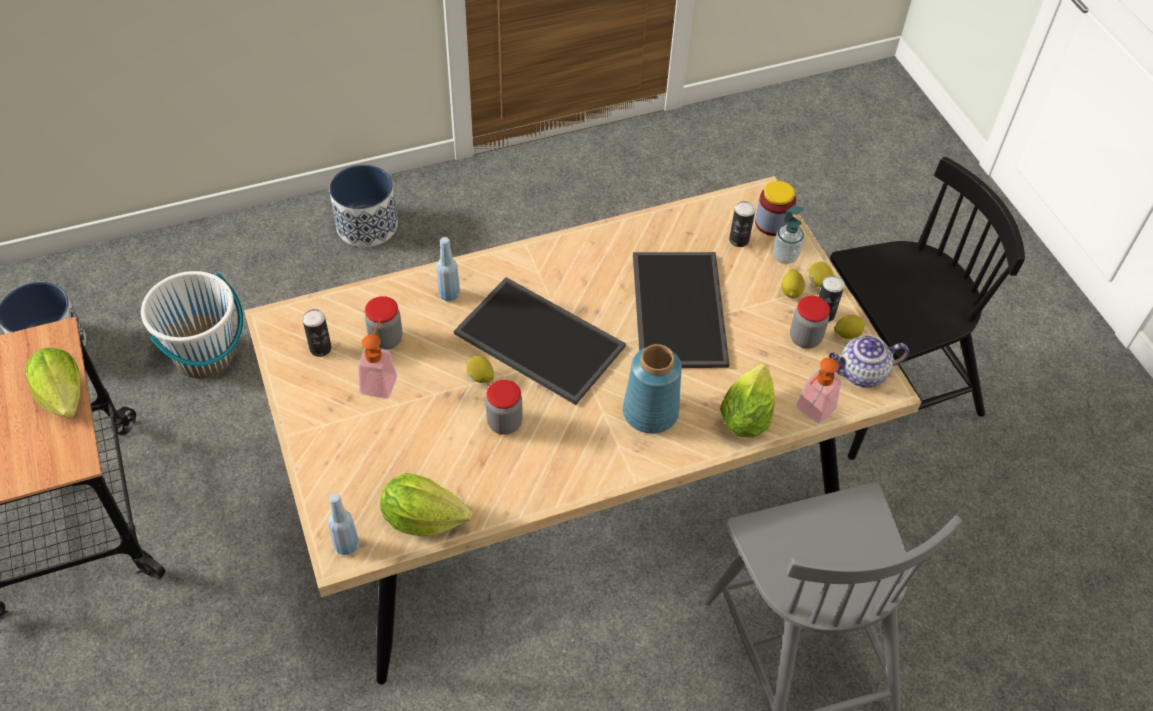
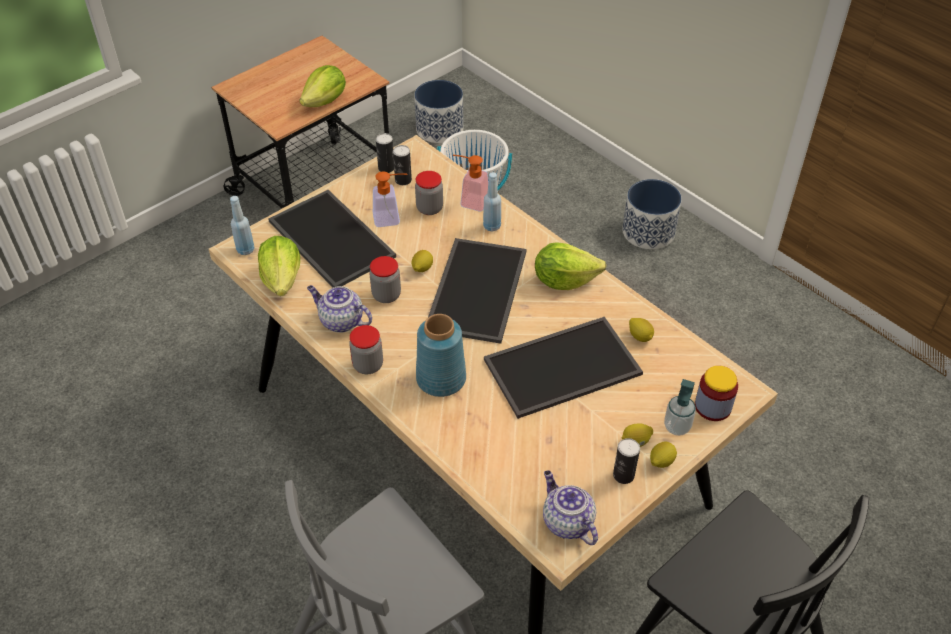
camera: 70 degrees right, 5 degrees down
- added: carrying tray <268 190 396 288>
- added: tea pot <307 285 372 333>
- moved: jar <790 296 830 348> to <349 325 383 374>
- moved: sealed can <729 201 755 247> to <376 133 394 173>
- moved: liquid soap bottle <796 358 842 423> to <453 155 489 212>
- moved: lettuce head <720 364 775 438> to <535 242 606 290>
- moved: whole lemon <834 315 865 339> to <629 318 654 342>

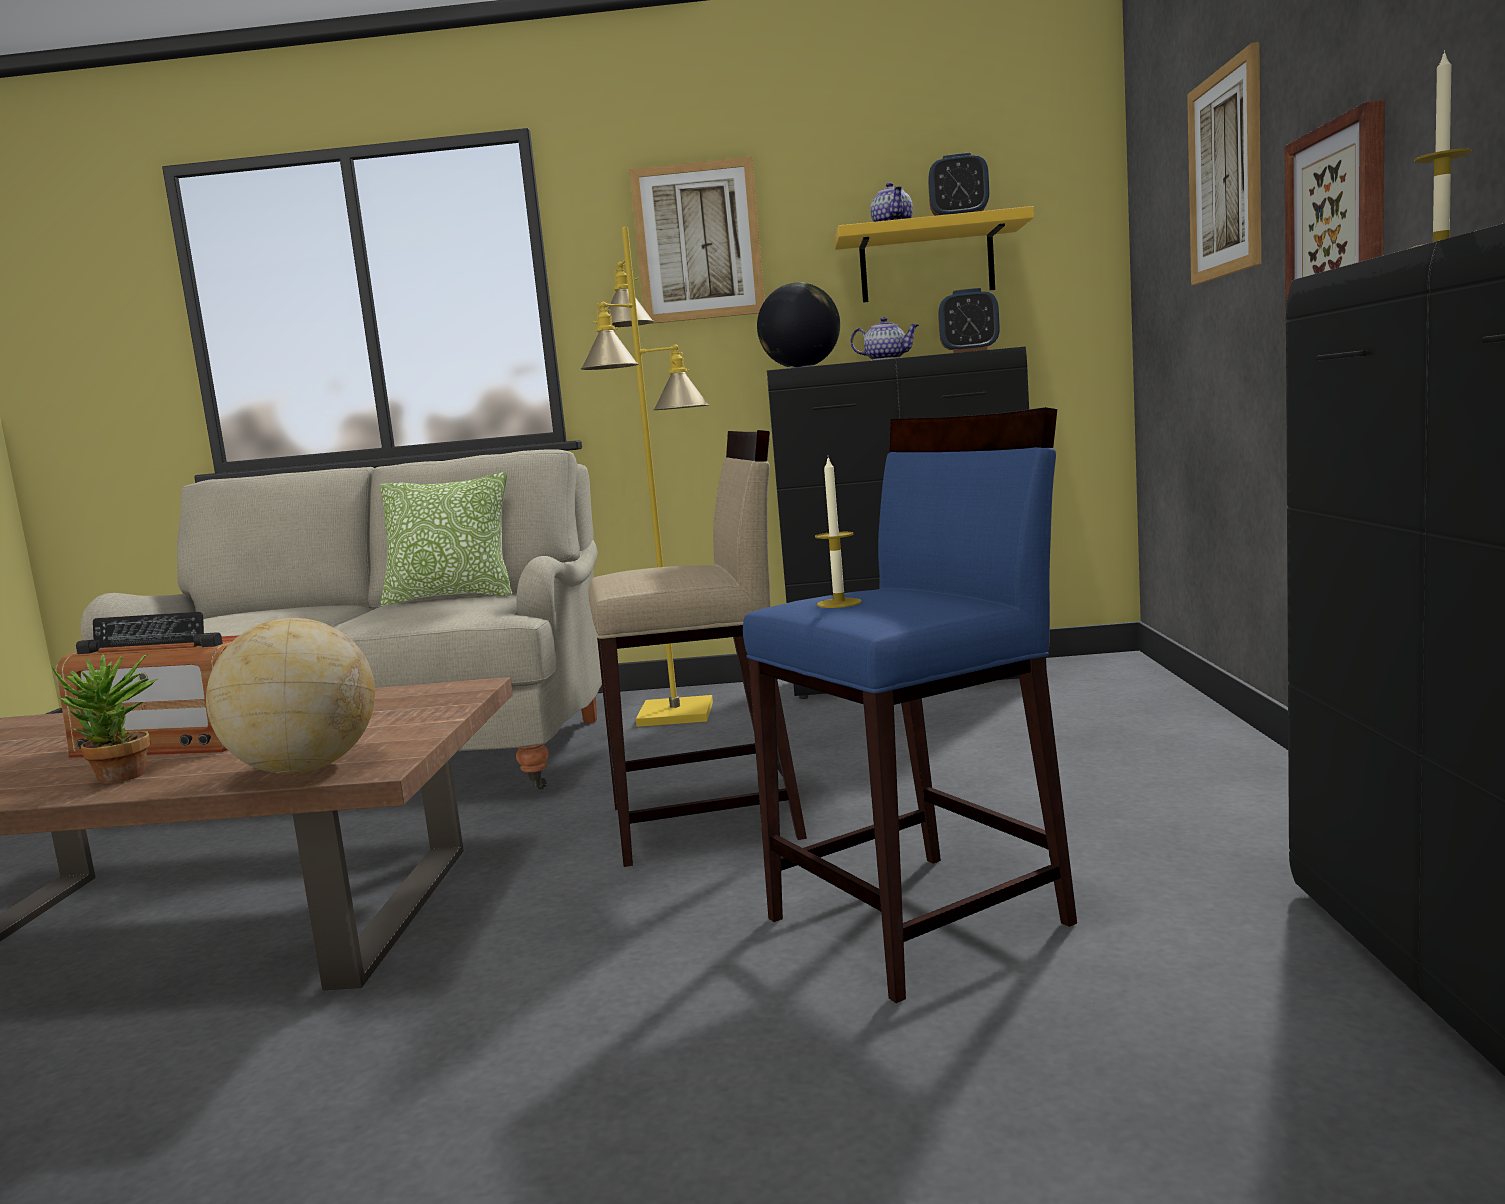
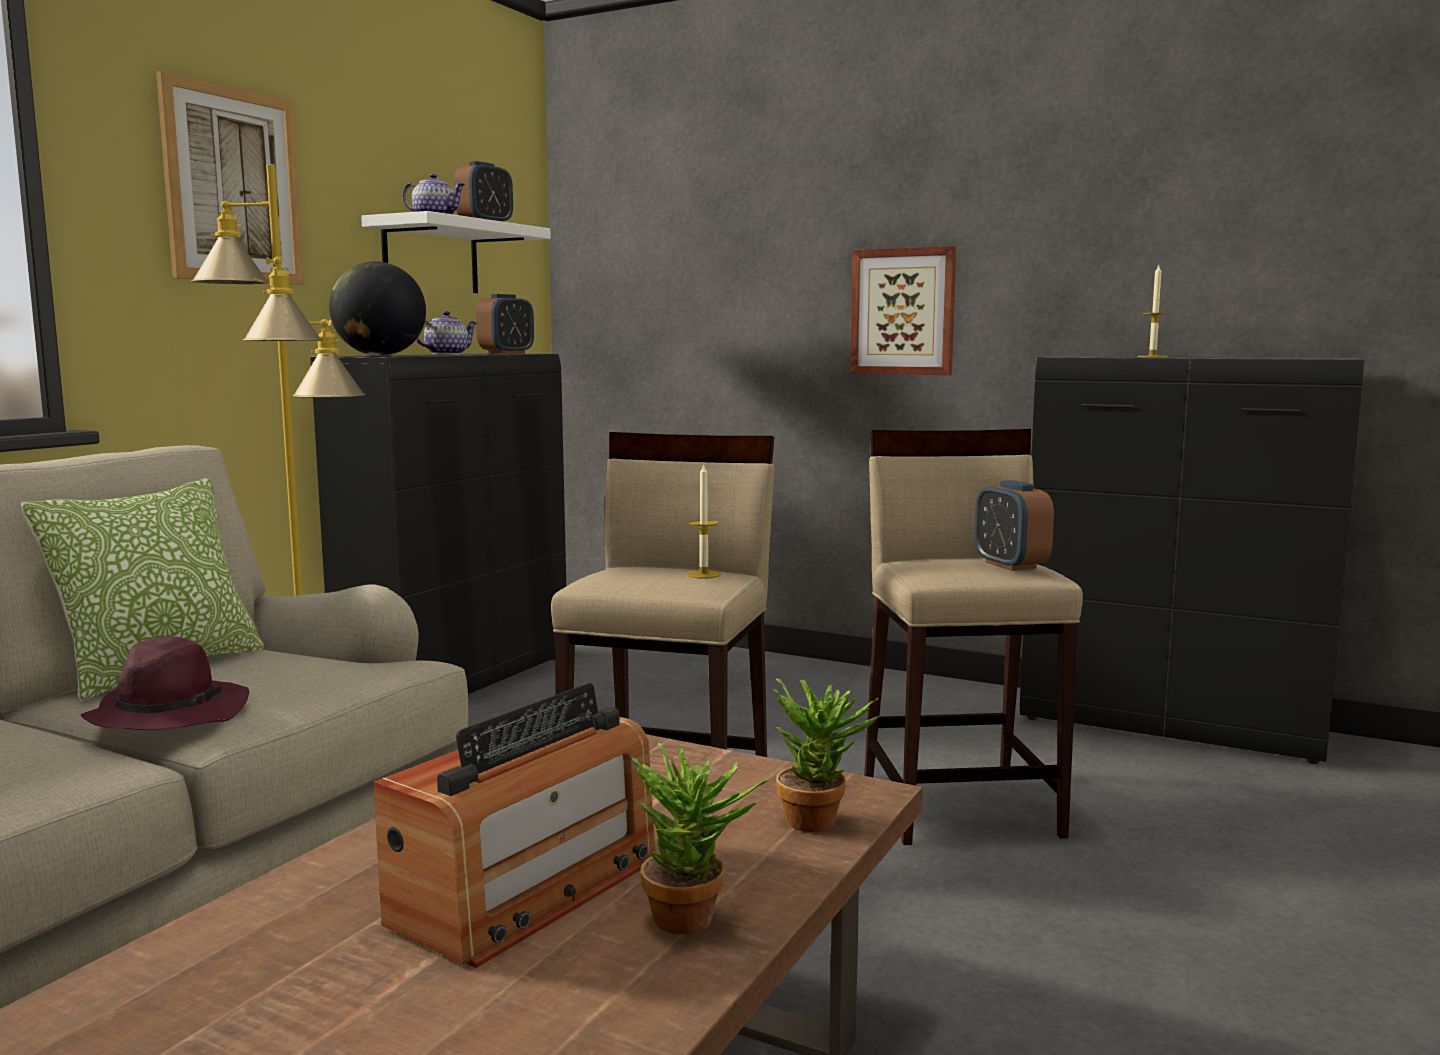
camera: 65 degrees left, 0 degrees up
- added: purplish clothing hat <81 636 249 730>
- recoloured: yellow-coloured bracket shelf <835 206 1034 303> to whitish bracket shelf <361 211 551 293>
- moved: candle <815 458 862 608> to <687 463 721 579>
- replaced: globe <206 618 375 774> to potted plant <772 678 880 832>
- recoloured: blue-coloured stool <743 407 1077 1003> to beige stool <864 429 1083 845>
- added: table clock <974 480 1054 571>
- removed: wall art <1187 42 1261 285>

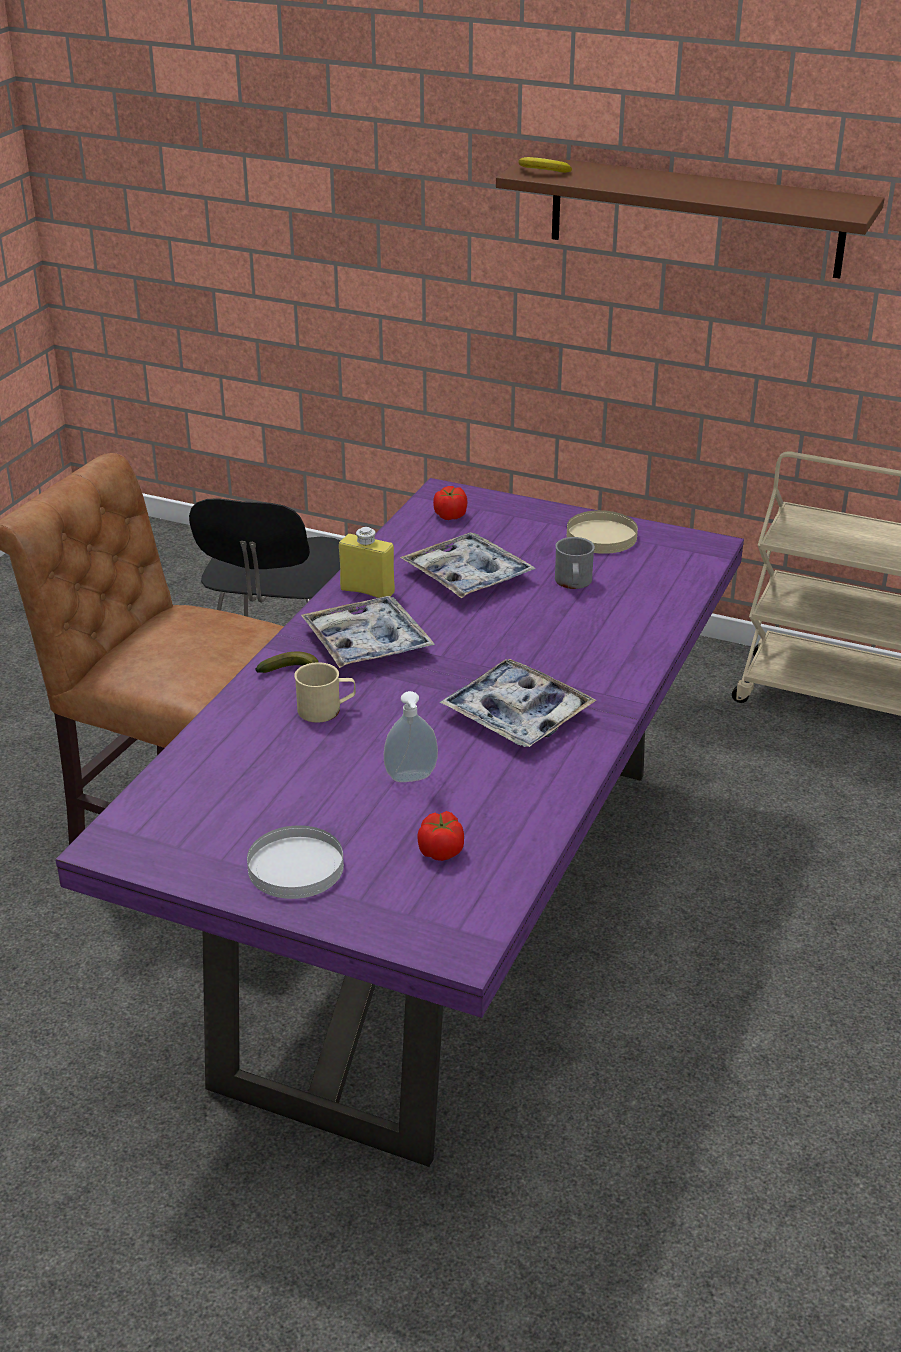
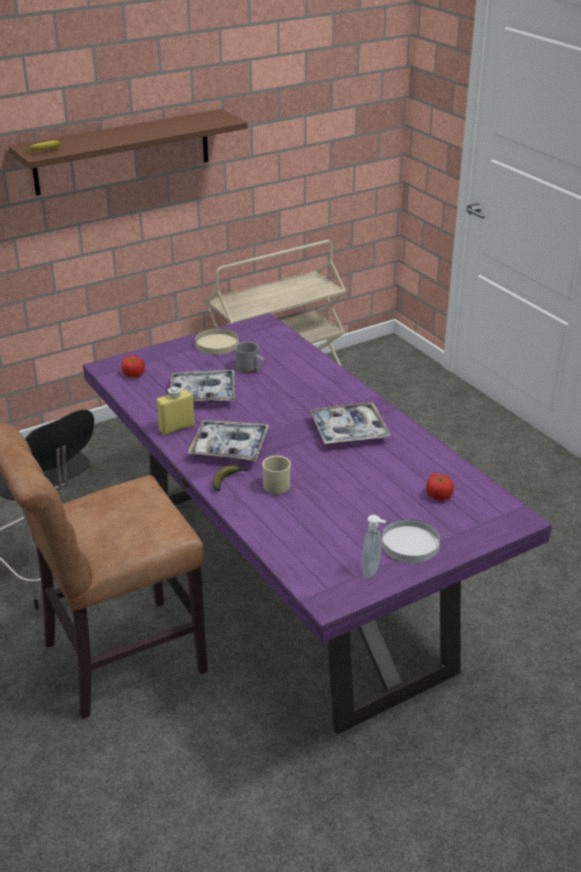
camera: 55 degrees left, 0 degrees up
- moved: liquid soap bottle <384 691 438 782> to <362 515 386 578>

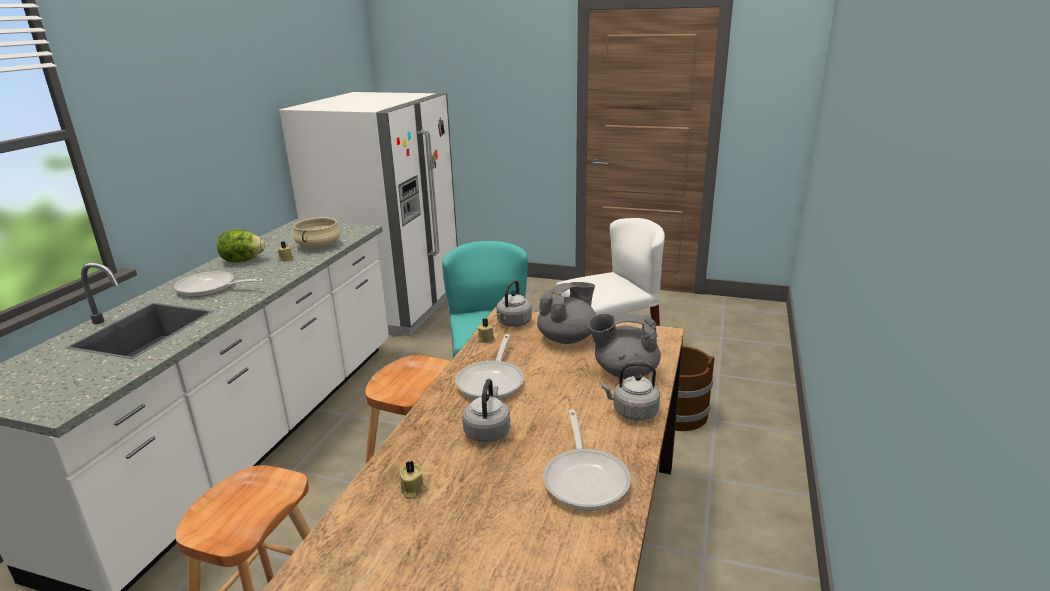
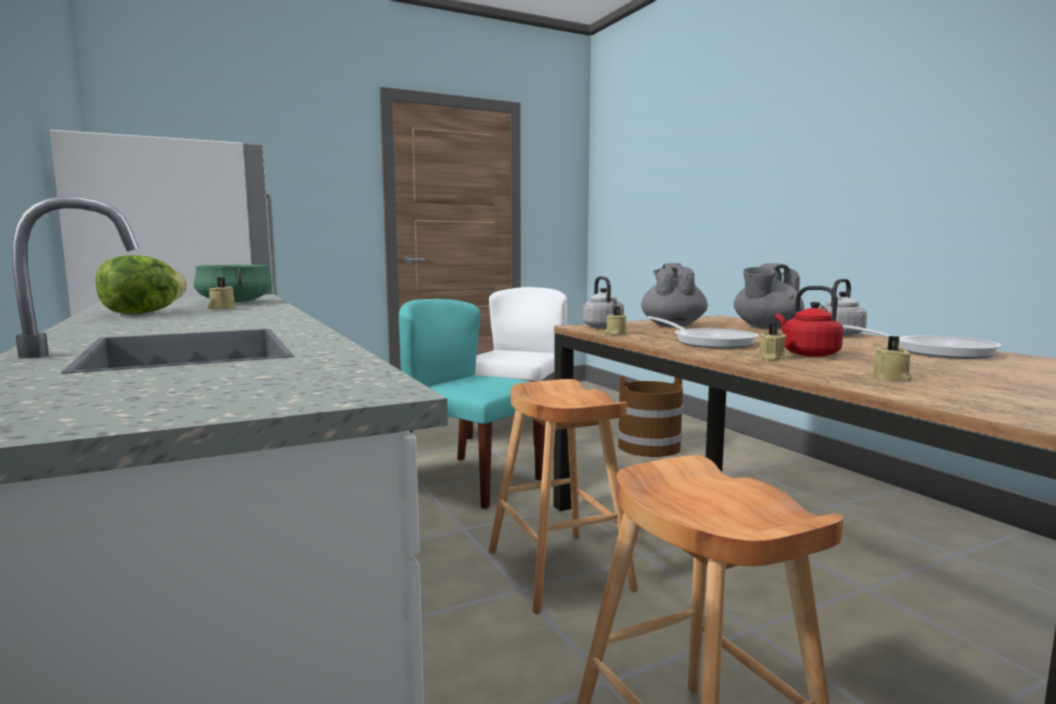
camera: 45 degrees left, 15 degrees down
- recoloured: beige saucepot <293 217 340 248> to green saucepot <194 265 272 303>
- added: beige candle <757 323 787 361>
- recoloured: greyish water kettle <462 379 510 443> to reddish water kettle <776 286 843 357>
- removed: skillet <174 271 264 297>

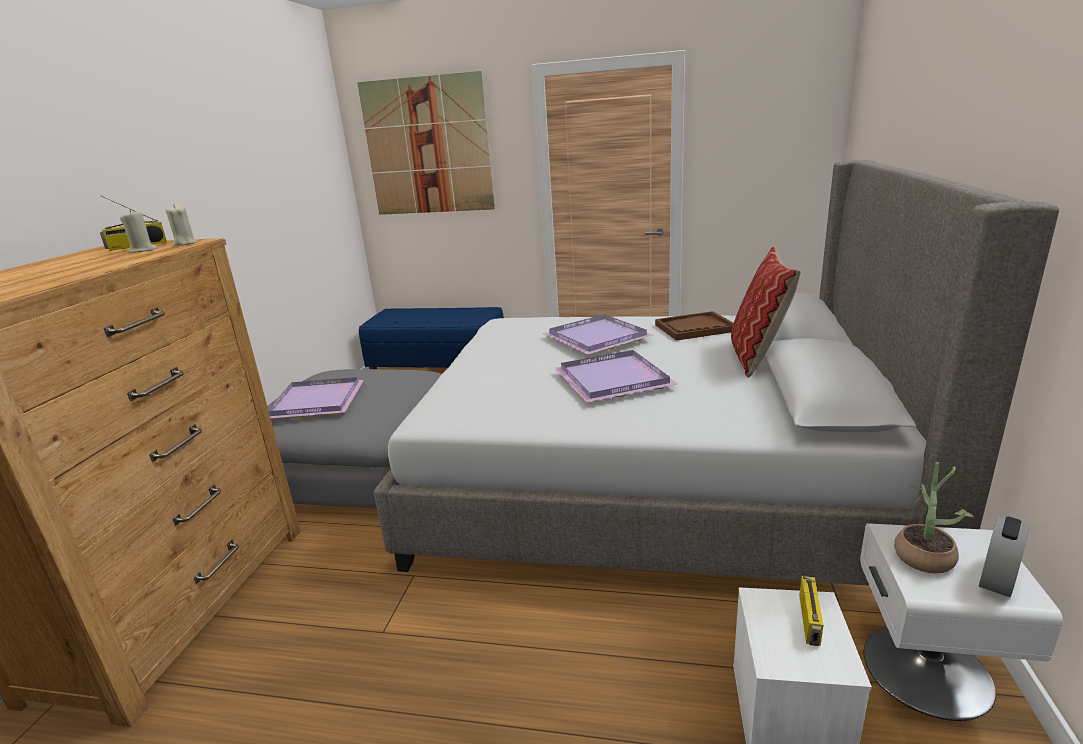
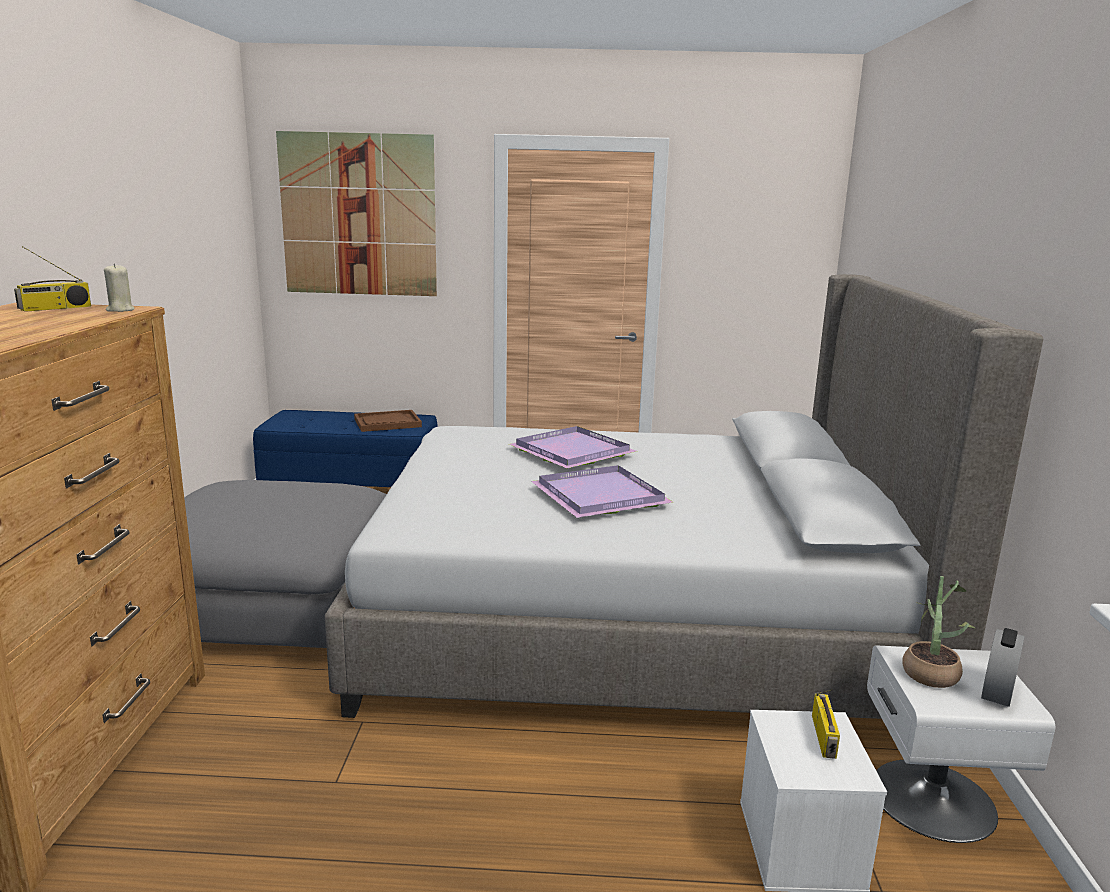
camera: 10 degrees left, 5 degrees down
- moved: brownish carrying tray <655 311 734 341> to <354 410 422 432>
- removed: beige candle <120 210 158 252>
- removed: purplish carrying tray <268 377 364 418>
- removed: throw pillow <731 247 801 377>

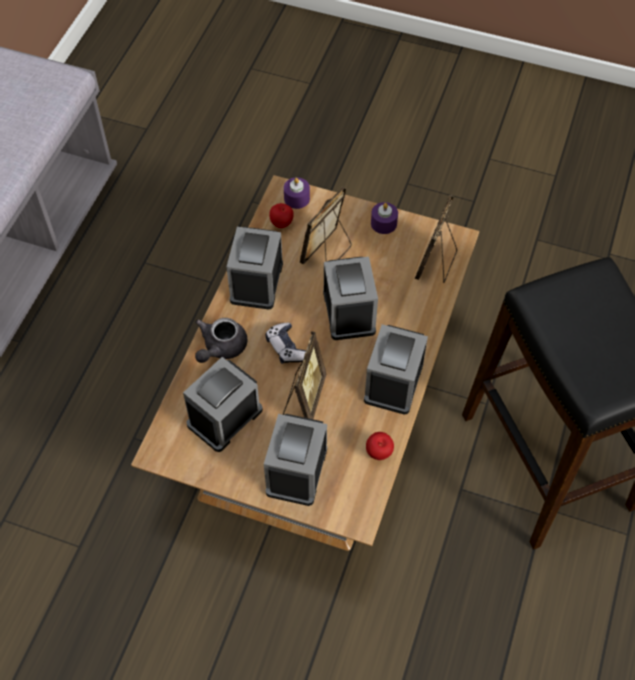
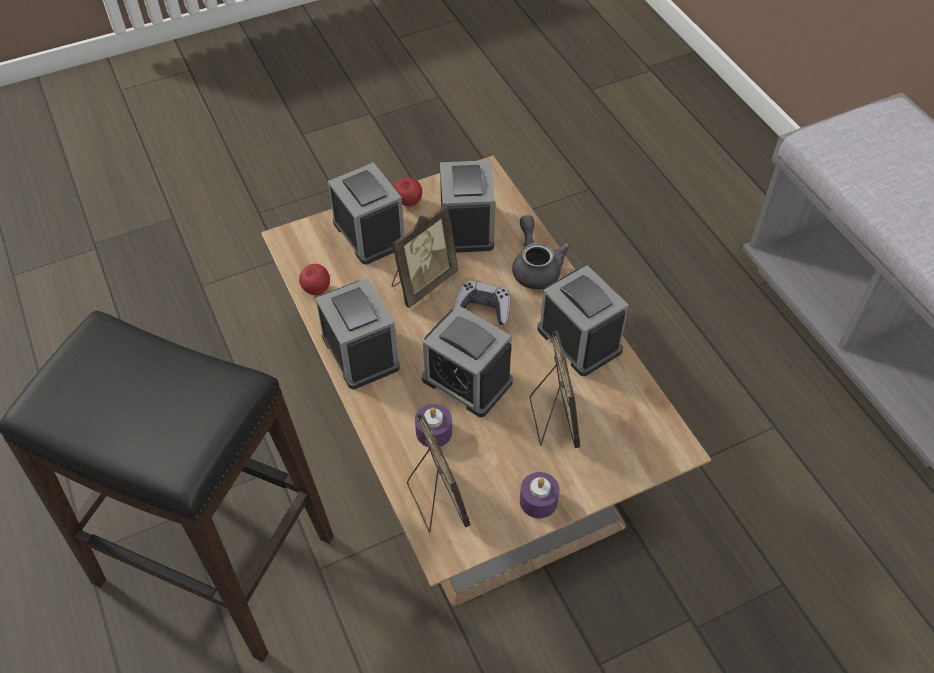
camera: 135 degrees right, 5 degrees down
- turned: photo frame <283 332 326 419> = <392 203 458 308> 105 degrees counterclockwise
- moved: apple fruit <269 203 294 228> to <394 177 422 206>
- moved: purplish candle <284 178 310 209> to <415 404 452 447>

